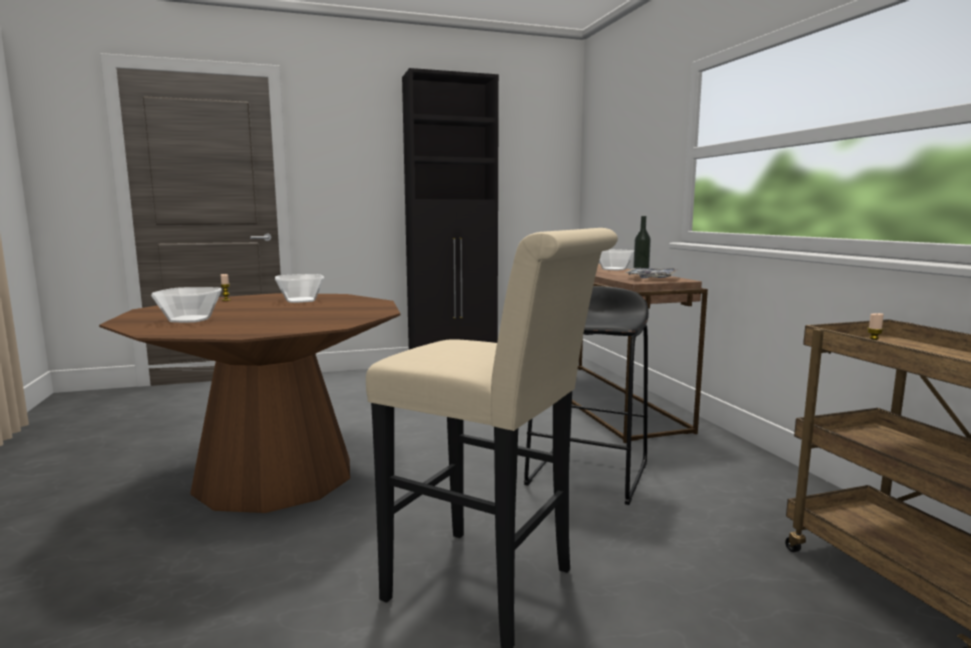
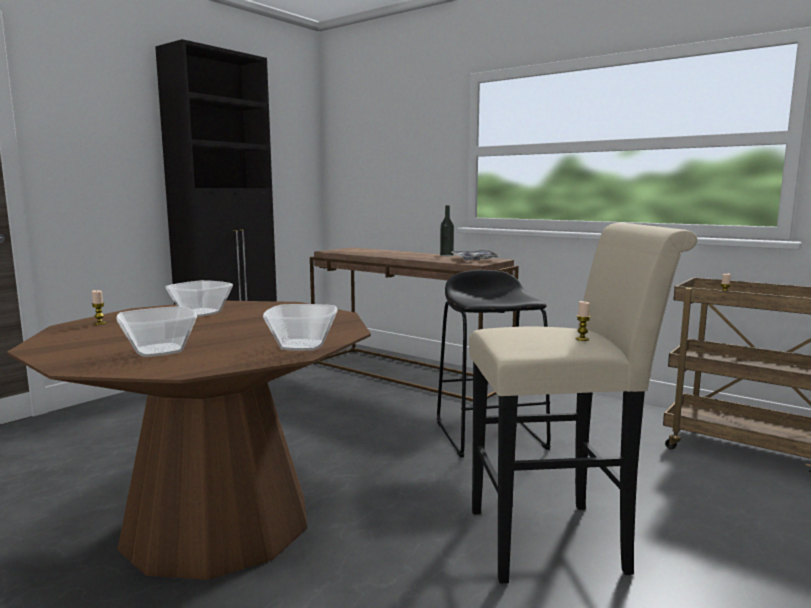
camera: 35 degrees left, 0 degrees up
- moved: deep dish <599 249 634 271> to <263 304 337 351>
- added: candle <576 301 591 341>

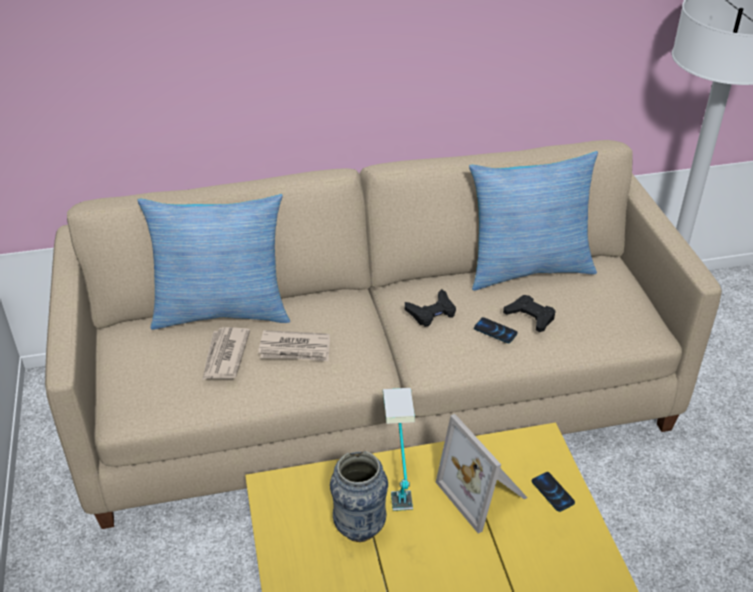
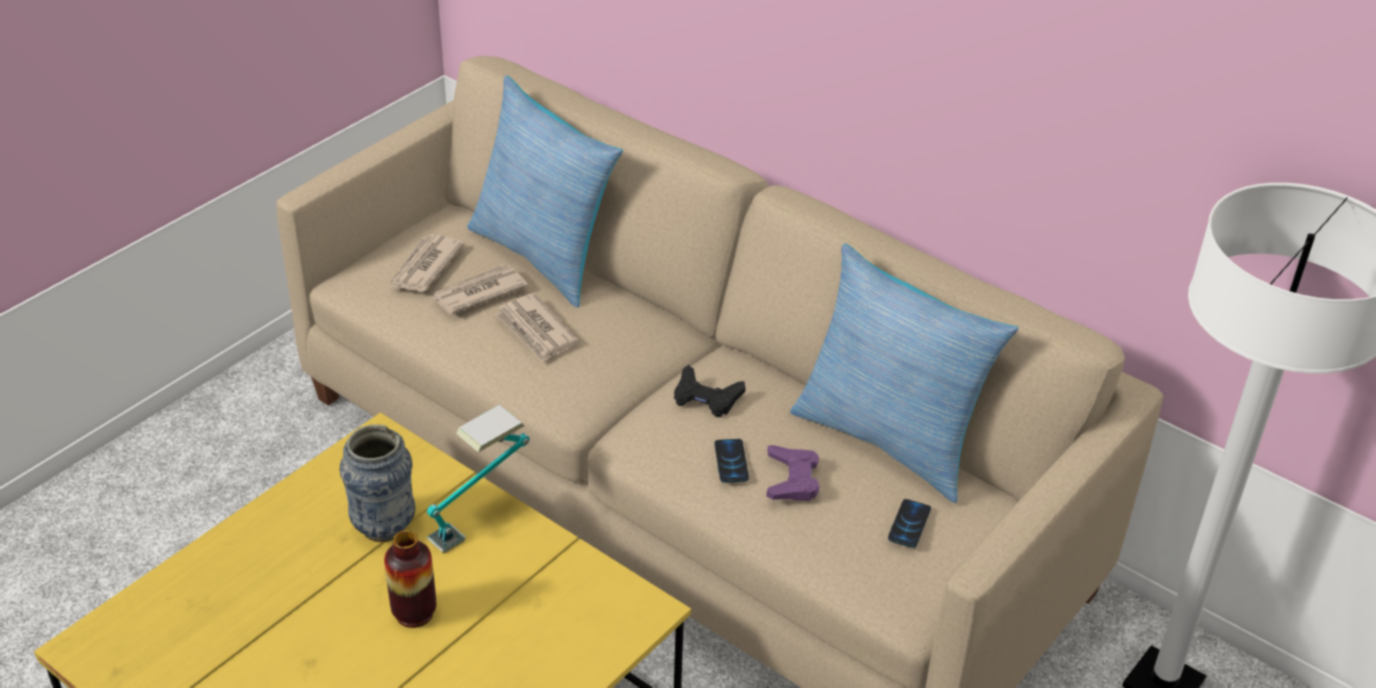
camera: 50 degrees right, 0 degrees up
- added: vase <384 530 436 628>
- added: daily paper <389 234 465 292>
- recoloured: black game controller <503 295 555 332> to purplish game controller <767 445 819 501>
- moved: telephone <532 472 575 512> to <888 499 931 548>
- removed: photo frame <436 414 527 534>

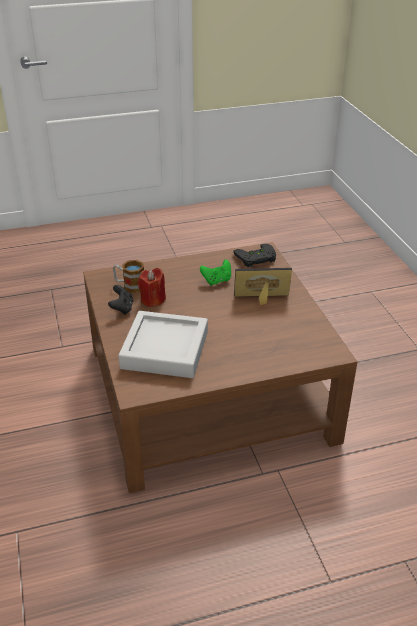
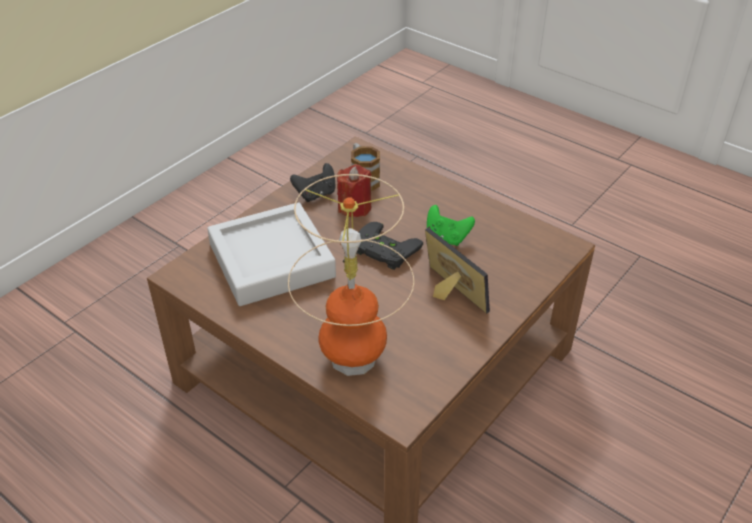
camera: 55 degrees right, 5 degrees up
- added: tabletop lamp <288 174 414 376>
- moved: black game controller <233 244 276 267> to <356 222 423 270>

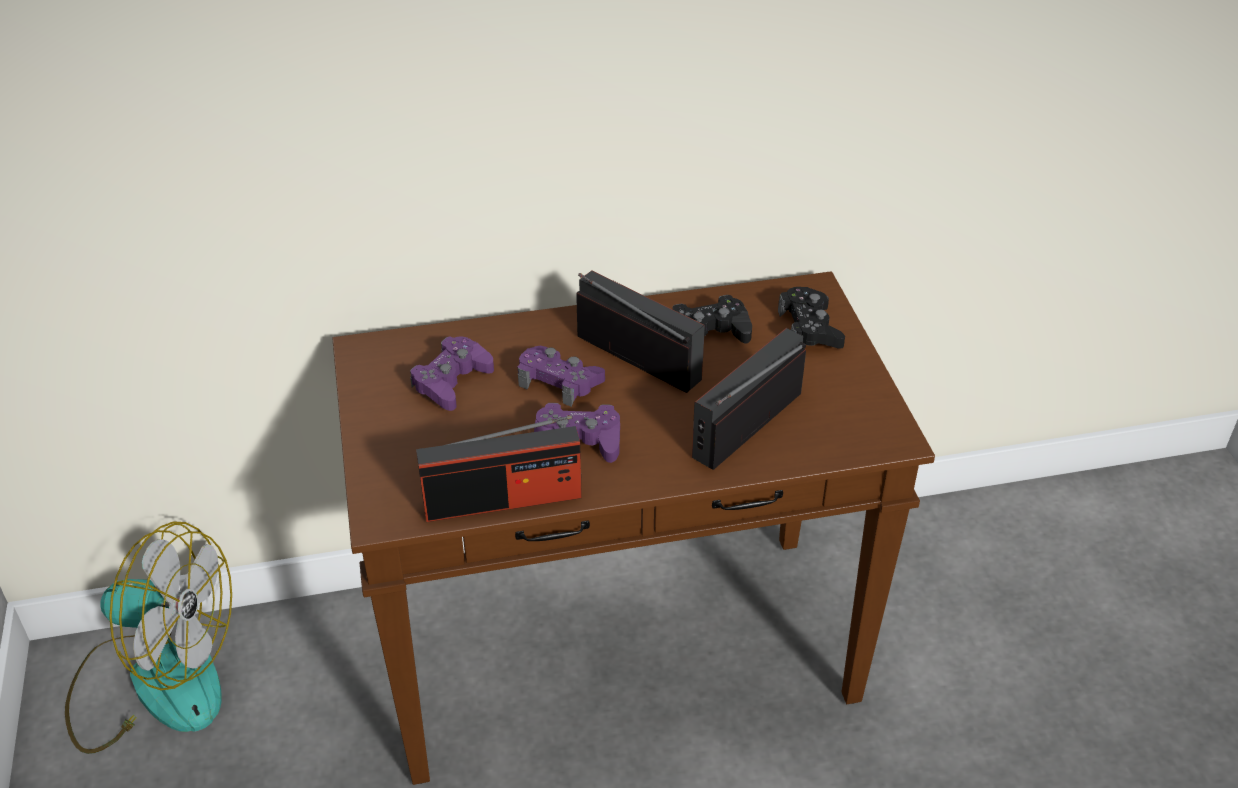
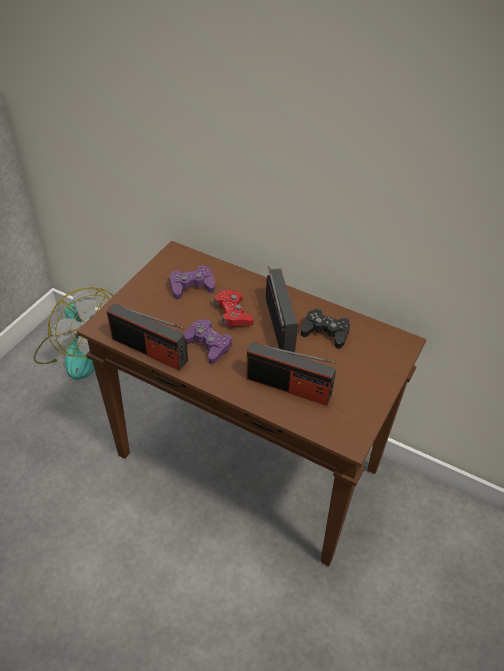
camera: 40 degrees right, 5 degrees up
- recoloured: purplish game controller <517 346 605 407> to reddish game controller <214 290 254 328>
- turned: radio <692 328 806 470> = <246 342 336 406> 150 degrees counterclockwise
- removed: black game controller <778 287 845 349>

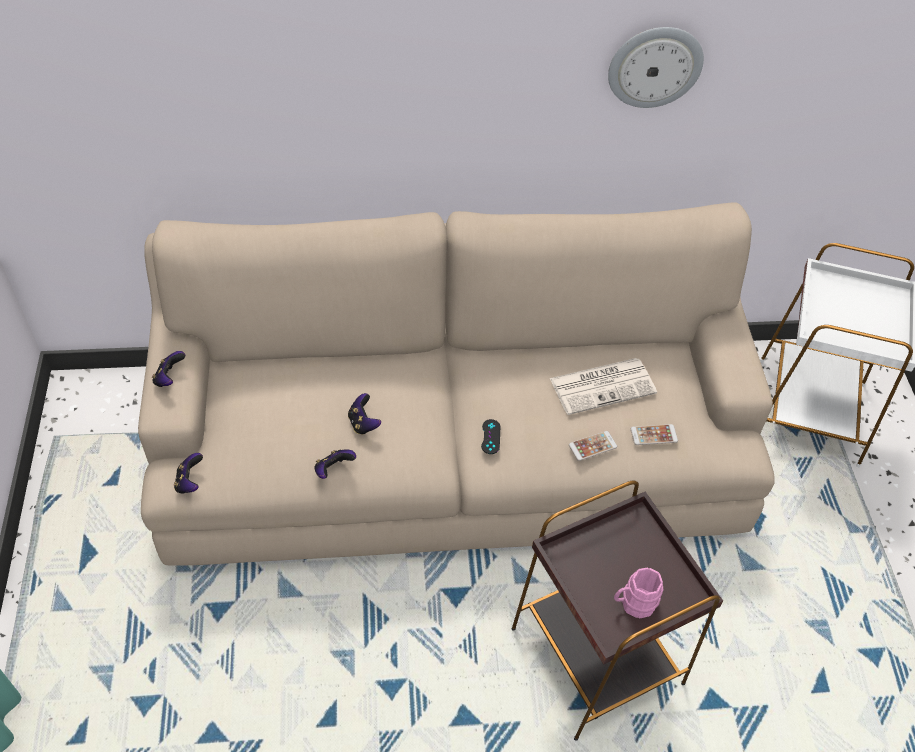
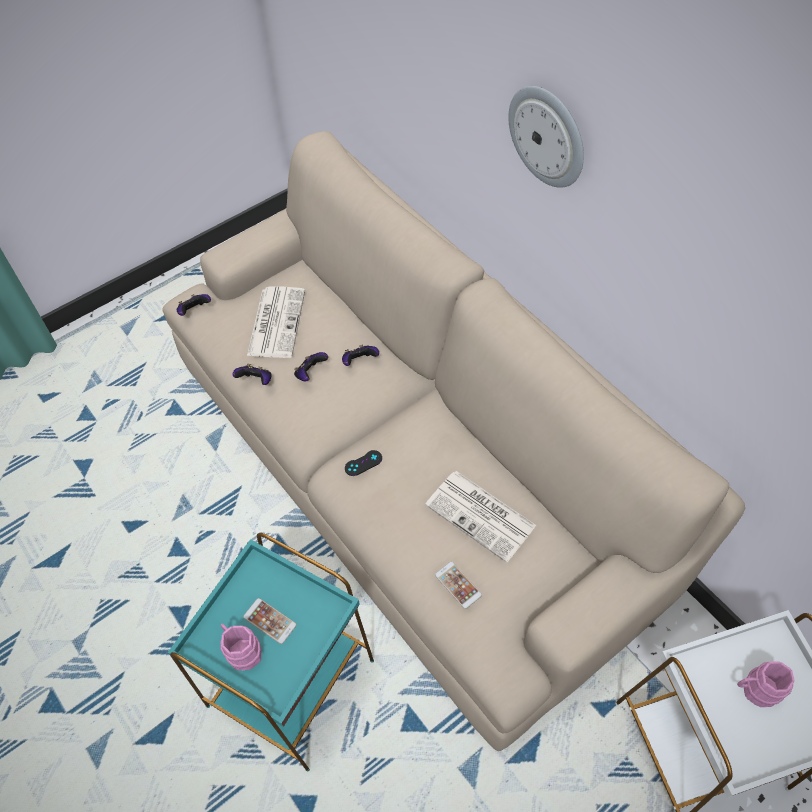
camera: 60 degrees right, 5 degrees up
- recoloured: brownish accent table <512 481 723 741> to turquoise accent table <168 533 374 772>
- moved: telephone <569 431 617 461> to <243 598 297 644>
- added: daily paper <247 286 305 358>
- moved: game controller <152 351 185 387> to <342 344 379 366>
- moved: wall clock <608 27 704 108> to <508 86 584 188>
- added: pink coffee mug <737 661 794 707>

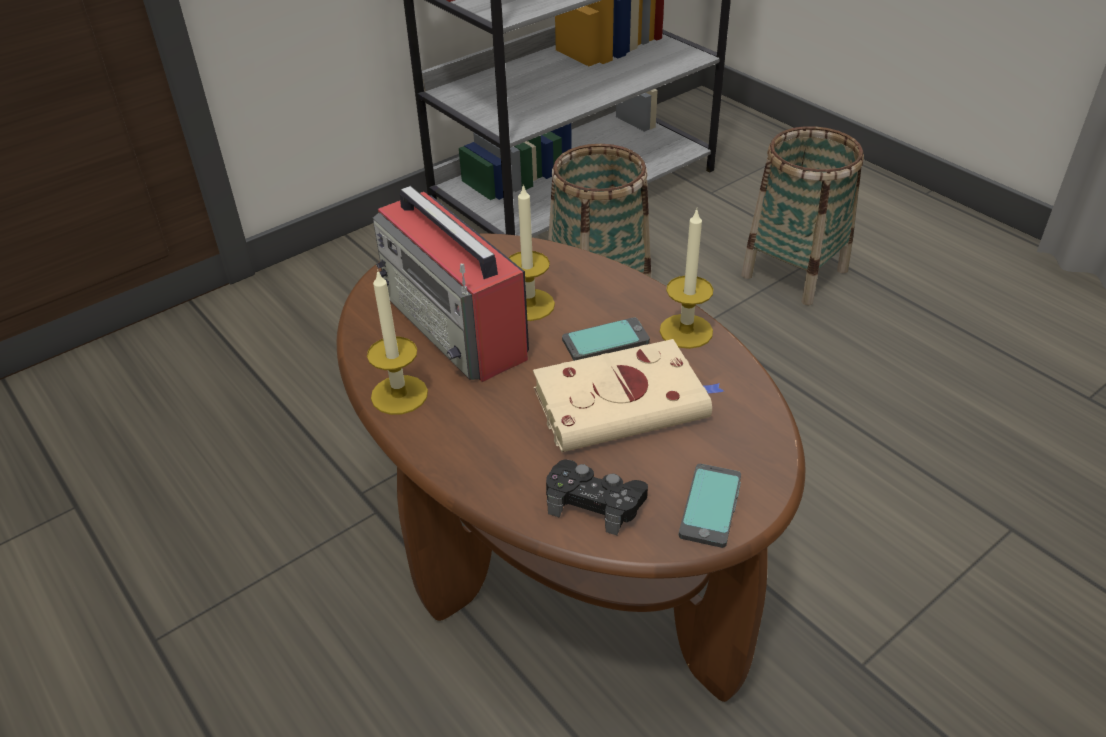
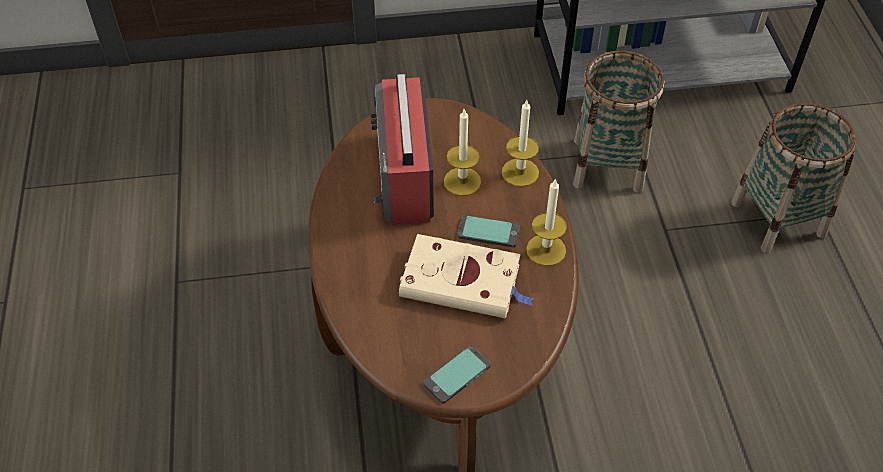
camera: 30 degrees right, 10 degrees up
- moved: candle <367 269 428 415> to <502 100 539 187>
- removed: black game controller <546 460 648 535>

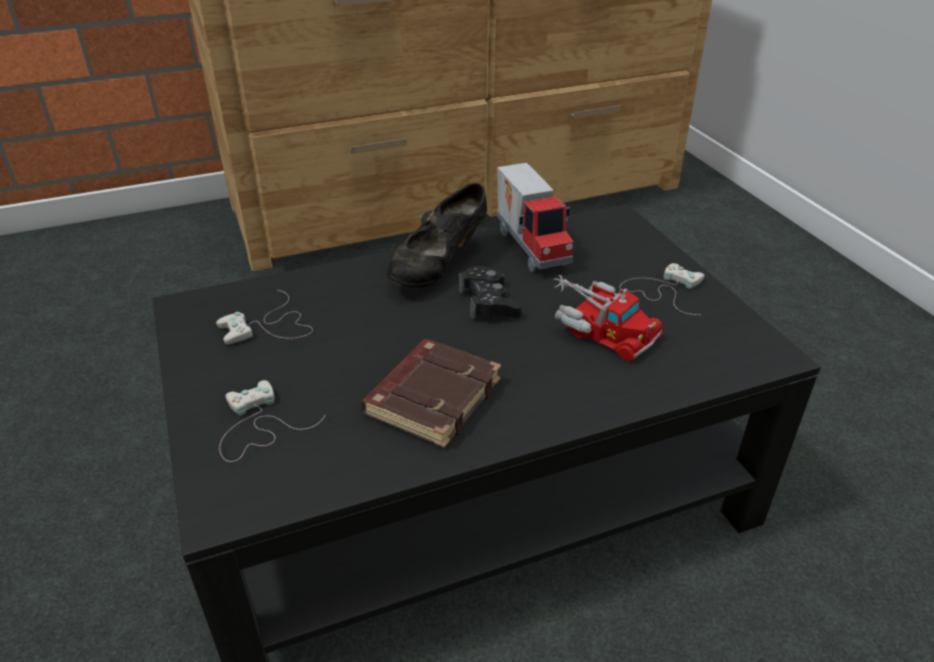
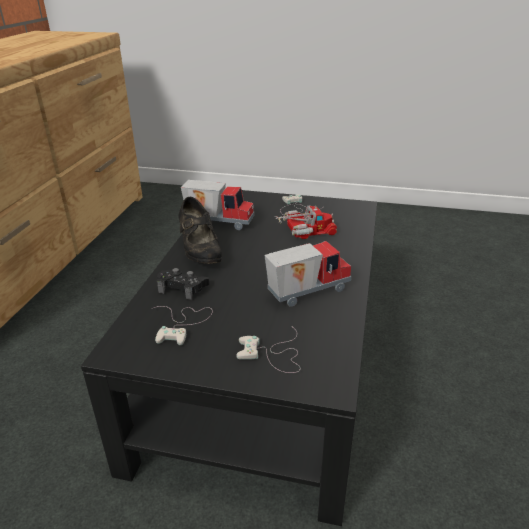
camera: 55 degrees left, 5 degrees down
- moved: black game controller <459 266 521 320> to <157 268 209 300>
- replaced: brownish bound book <361 339 501 448> to toy lorry <264 241 351 307>

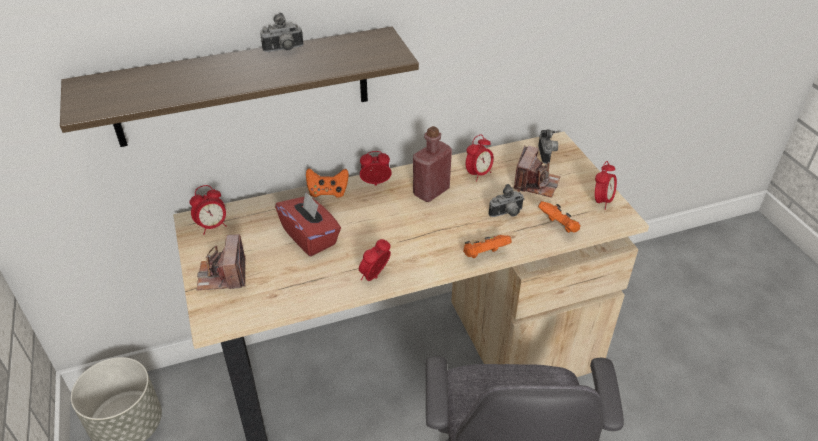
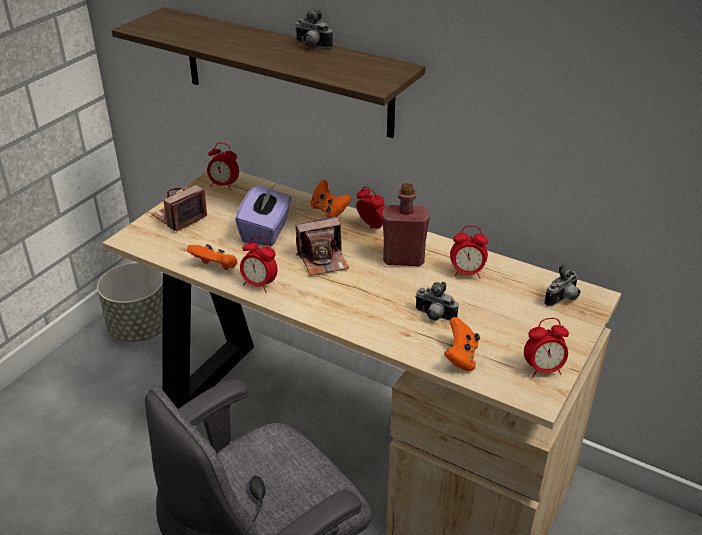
camera: 50 degrees right, 5 degrees down
- moved: orange-coloured game controller <463 235 511 259> to <187 244 238 270>
- recoloured: reddish tissue holder <275 192 341 256> to purplish tissue holder <235 185 292 246>
- turned: table clock <359 239 391 281> = <240 236 277 293> 150 degrees counterclockwise
- moved: photo camera <514 146 560 198> to <296 216 349 276>

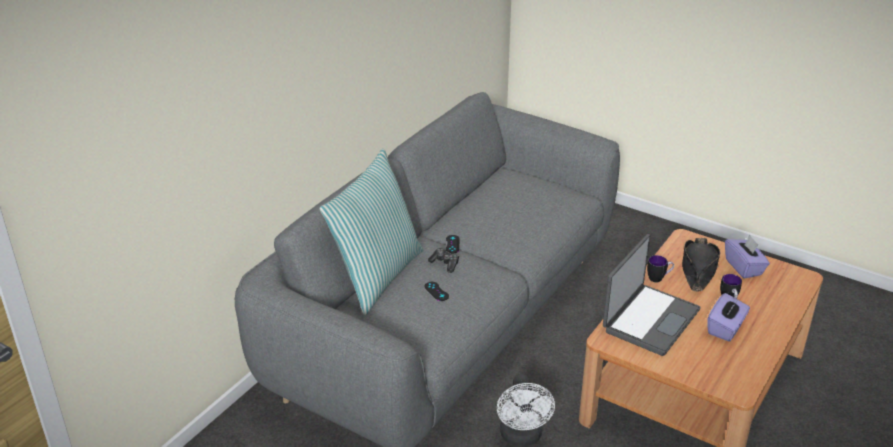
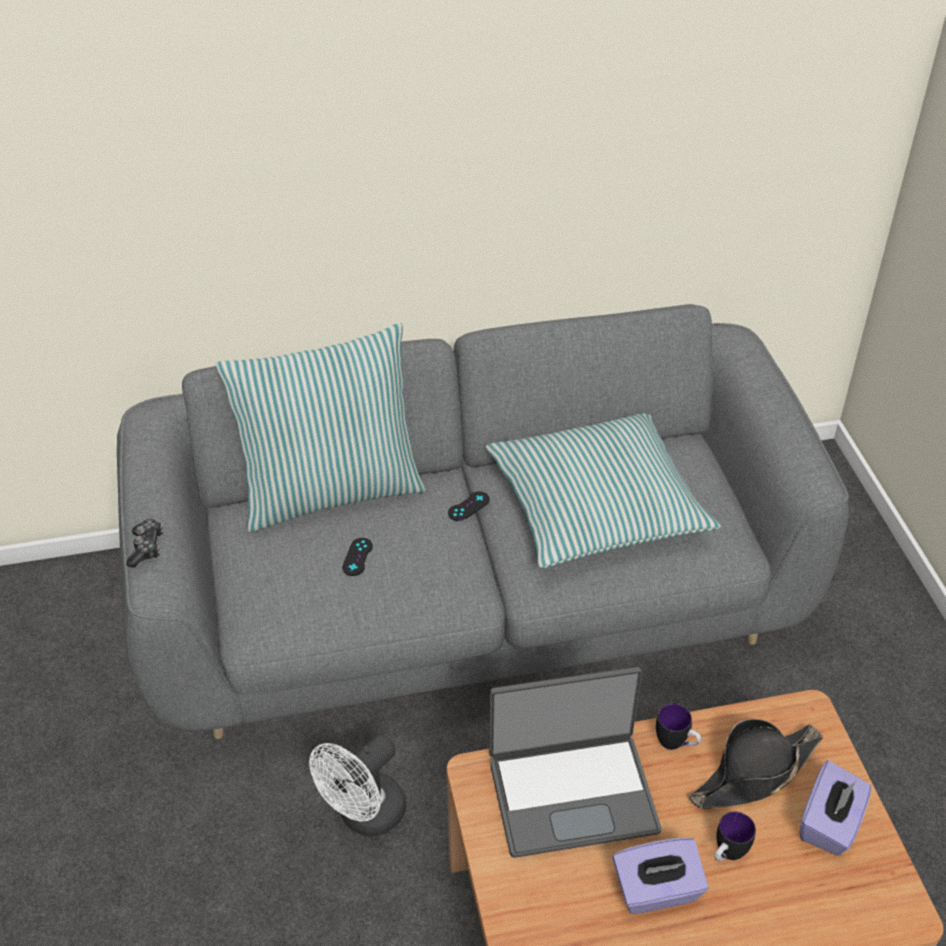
camera: 45 degrees right, 10 degrees up
- moved: game controller <428 248 459 273> to <126 519 163 567>
- added: throw pillow <486 414 721 568>

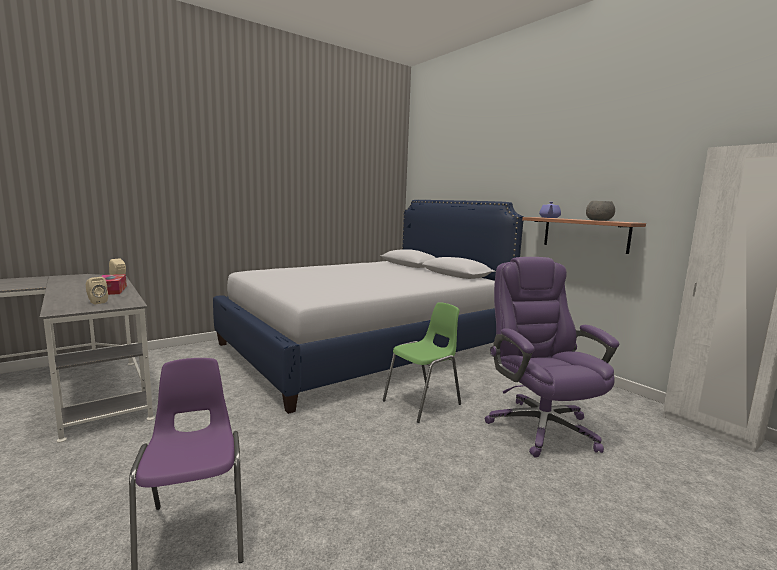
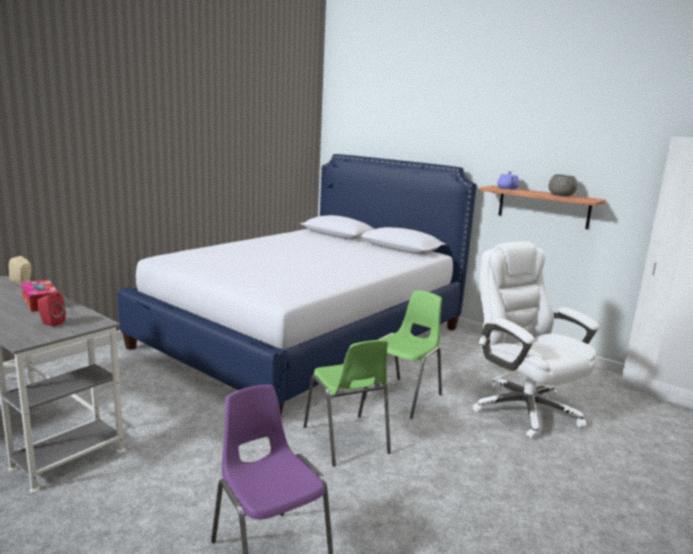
camera: 15 degrees left, 5 degrees up
- recoloured: beige speaker <86 277 108 304> to reddish speaker <37 292 66 327>
- added: green upright chair <303 340 391 466>
- recoloured: purplish desk chair <485 257 619 458> to whitish desk chair <473 241 599 440>

